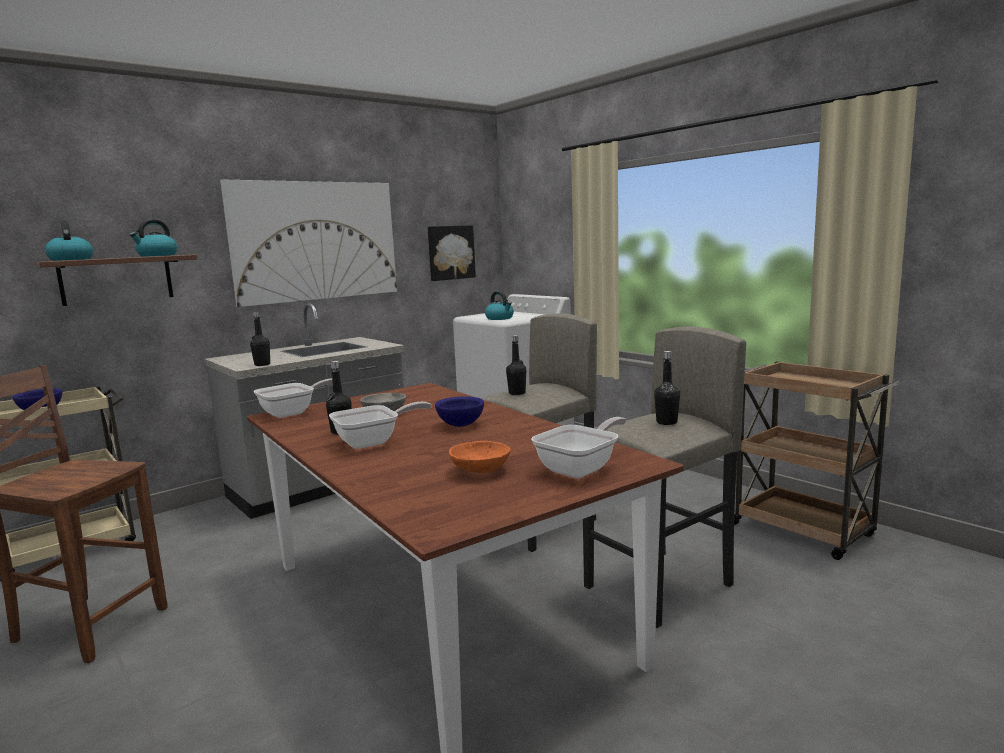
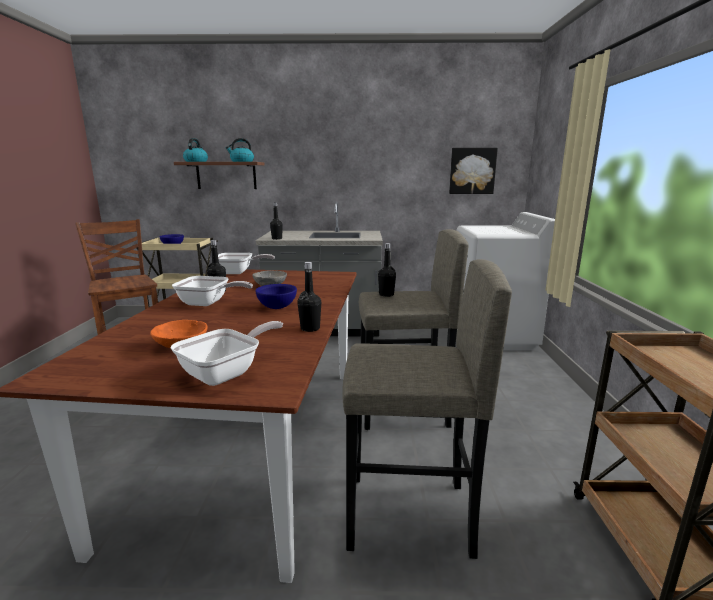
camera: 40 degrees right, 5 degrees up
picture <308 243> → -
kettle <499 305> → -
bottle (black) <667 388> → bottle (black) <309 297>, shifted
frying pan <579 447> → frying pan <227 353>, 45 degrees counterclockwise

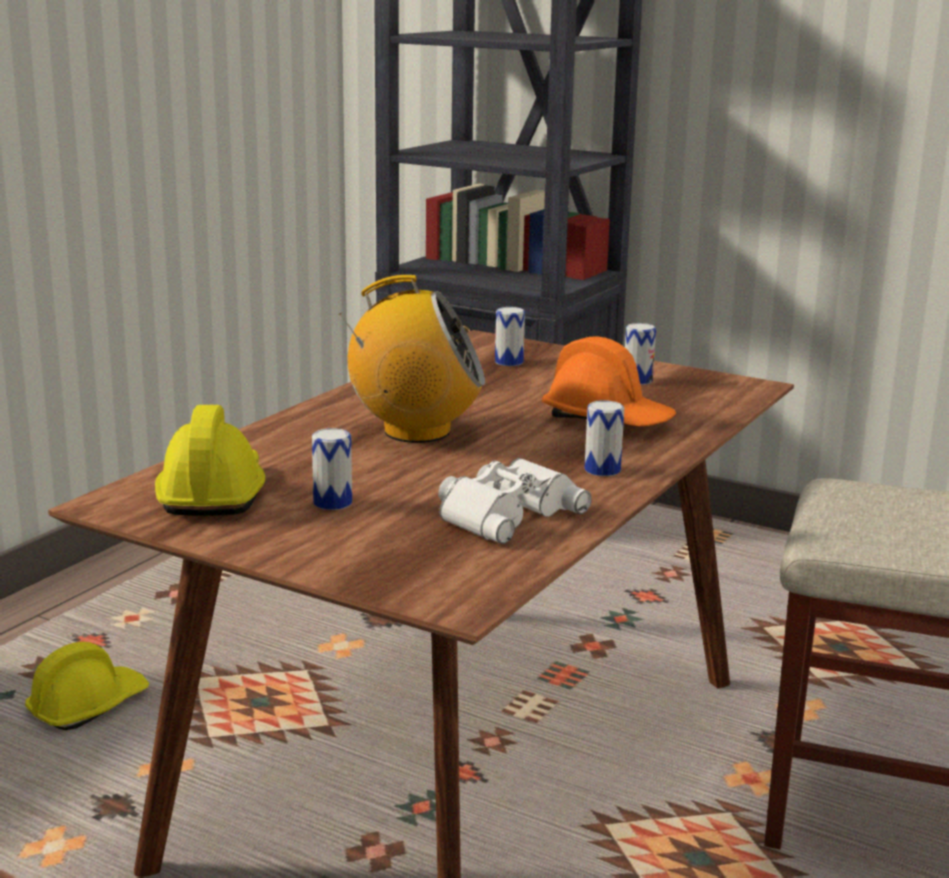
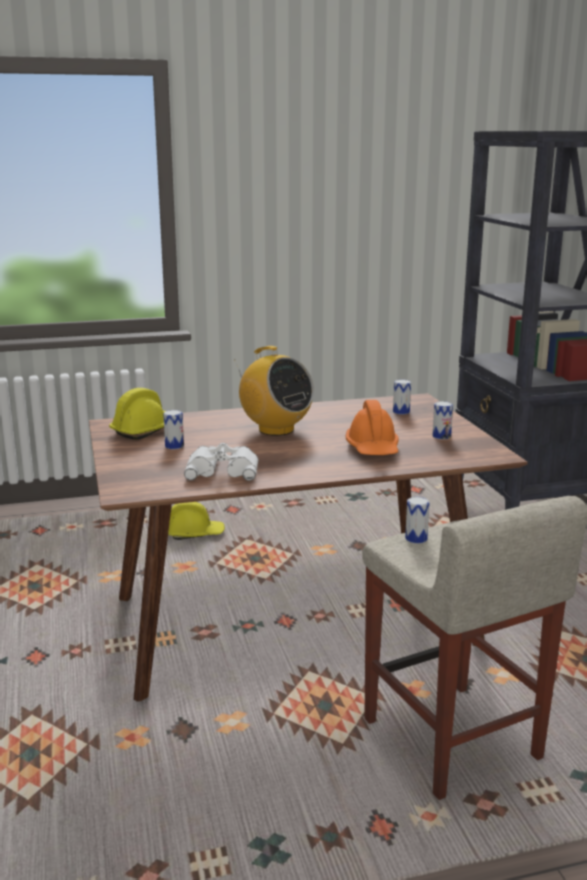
camera: 45 degrees right, 0 degrees up
can <604 438> → can <417 520>, shifted

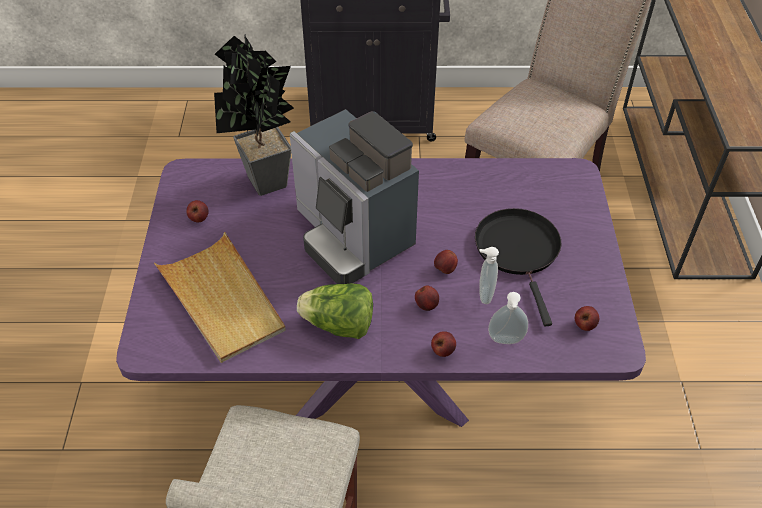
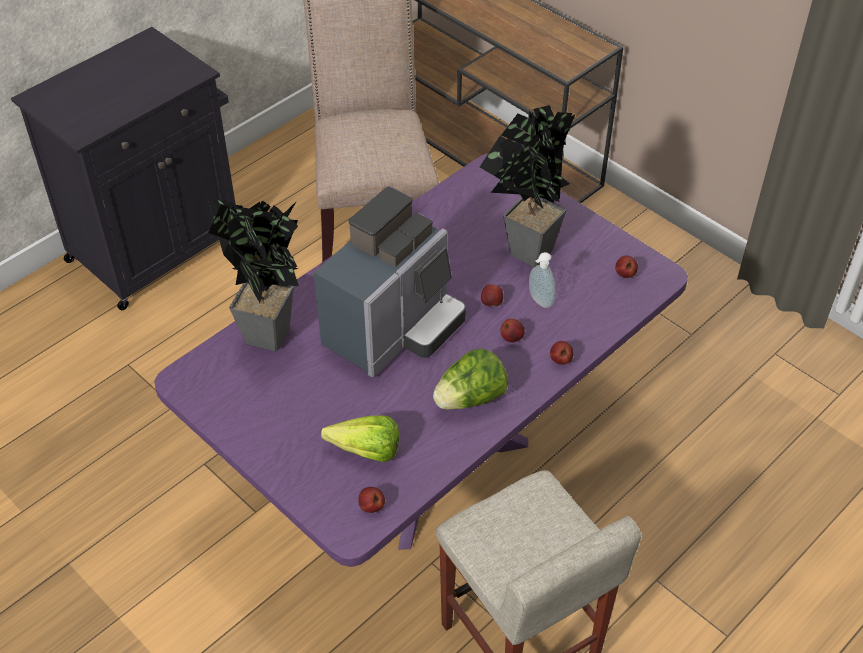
camera: 45 degrees left, 0 degrees up
soap dispenser <508 318> → -
apple <197 211> → apple <371 500>, shifted
tray (beige) <220 297> → lettuce <360 439>
frying pan (black) <518 267> → potted plant <528 186>
coffee machine <354 196> → coffee machine <390 281>, 60 degrees counterclockwise

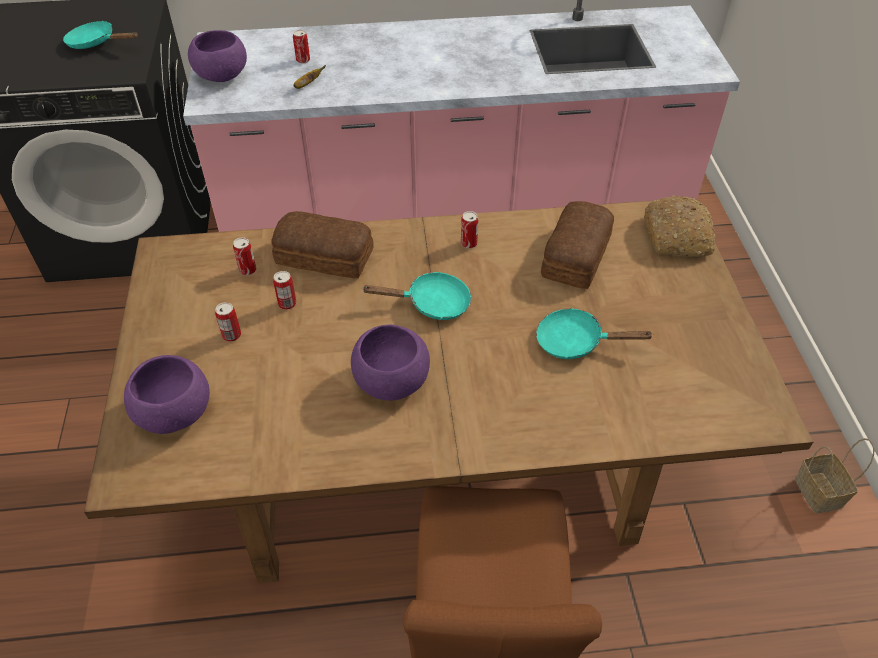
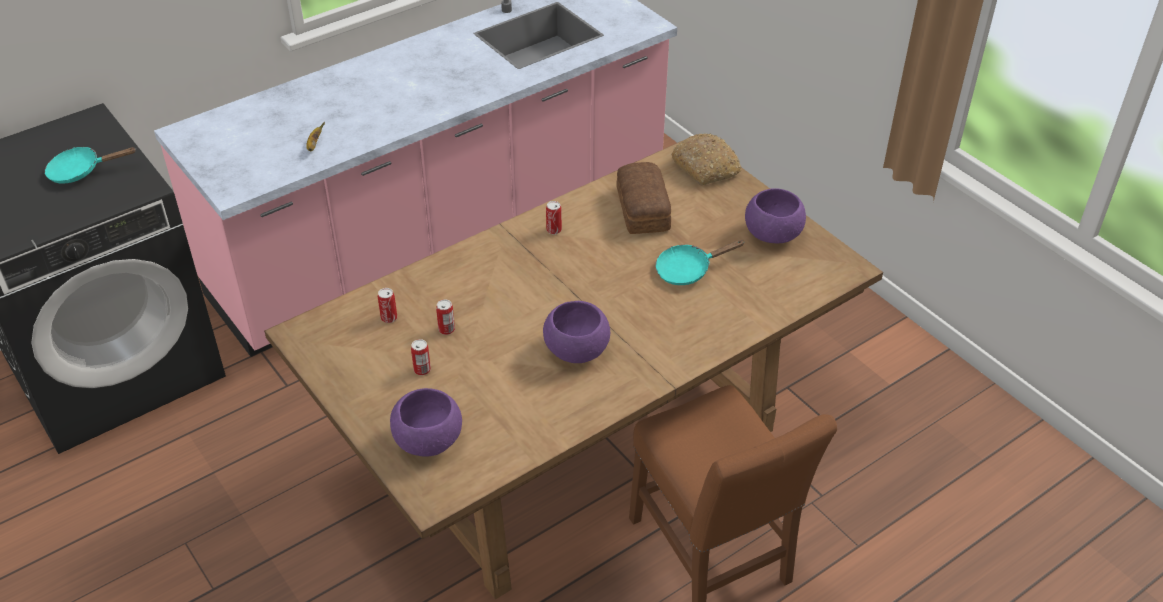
camera: 30 degrees left, 5 degrees down
bread <322 244> → -
can <301 46> → -
frying pan (turquoise) <416 296> → -
basket <834 475> → -
bowl (purple) <217 56> → bowl (purple) <775 216>, shifted

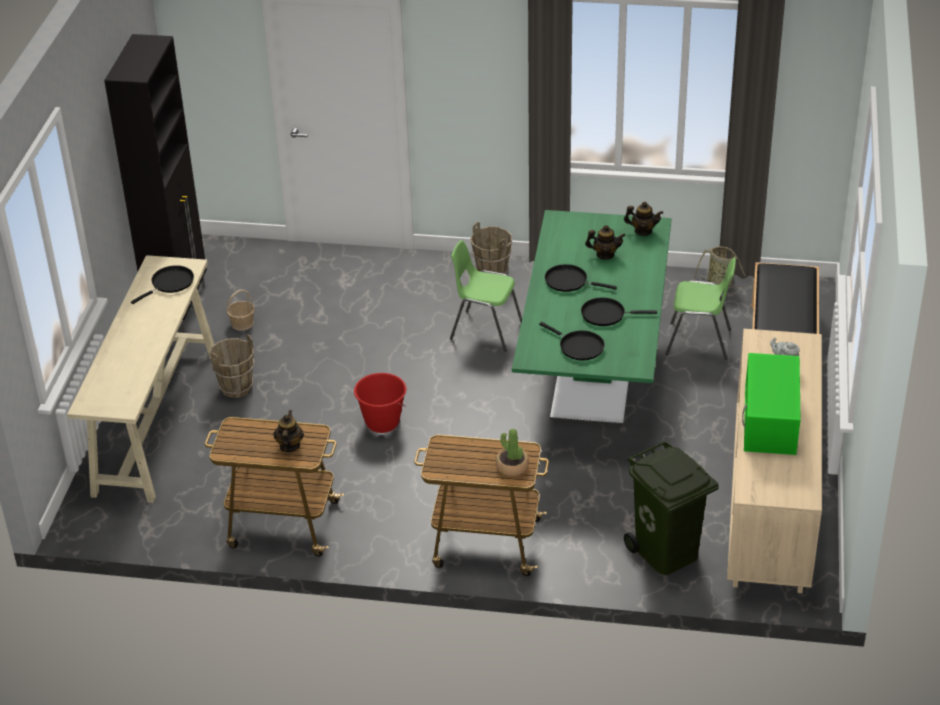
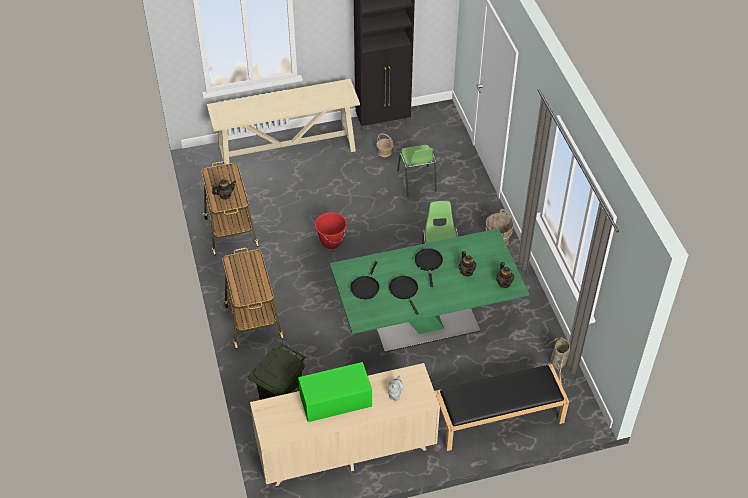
camera: 65 degrees right, 10 degrees up
frying pan (black) <162 284> → -
bucket (brown) <231 366> → -
potted plant <512 453> → -
chair (green) <700 309> → chair (green) <417 170>, shifted

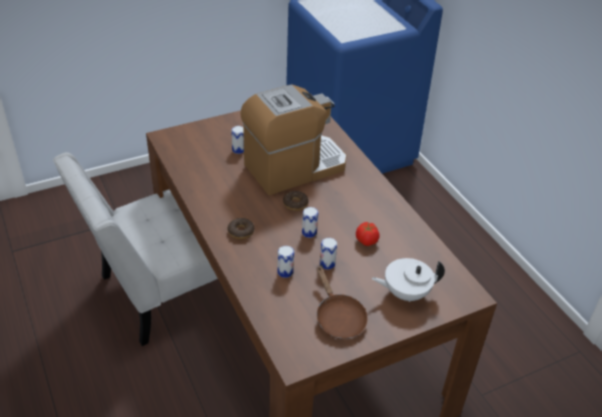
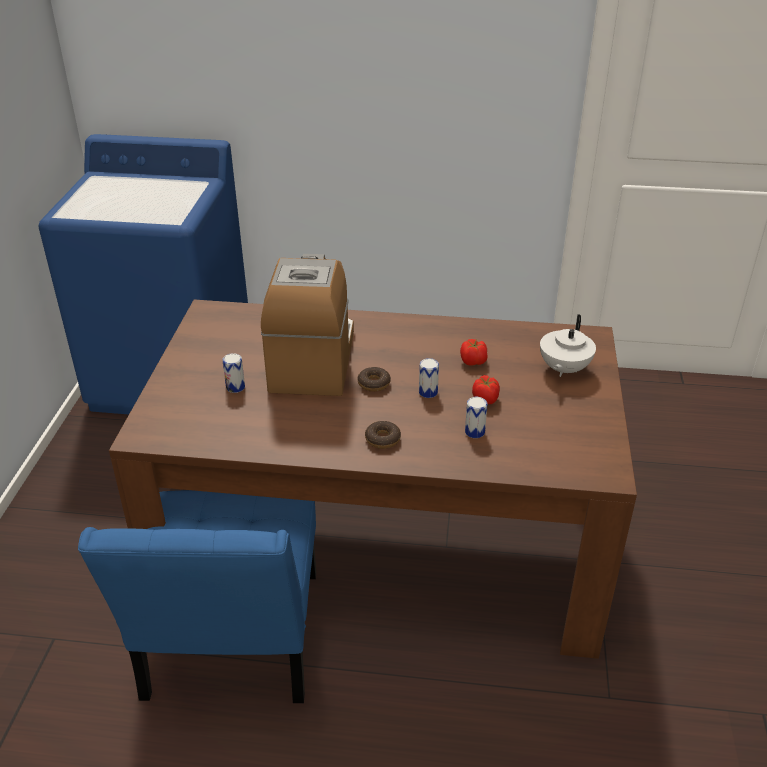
camera: 55 degrees left, 5 degrees down
frying pan (brown) <342 302> → -
can <328 254> → tomato <486 389>
chair (white) <135 249> → chair (blue) <197 596>

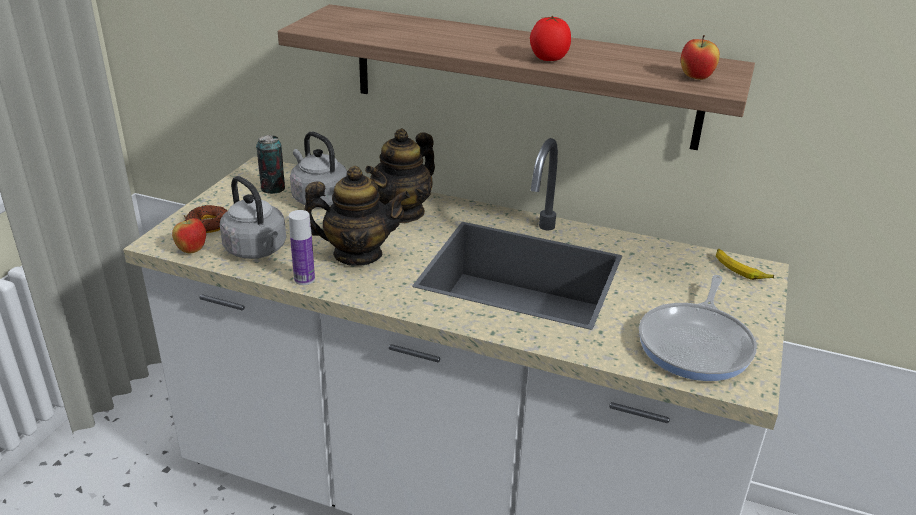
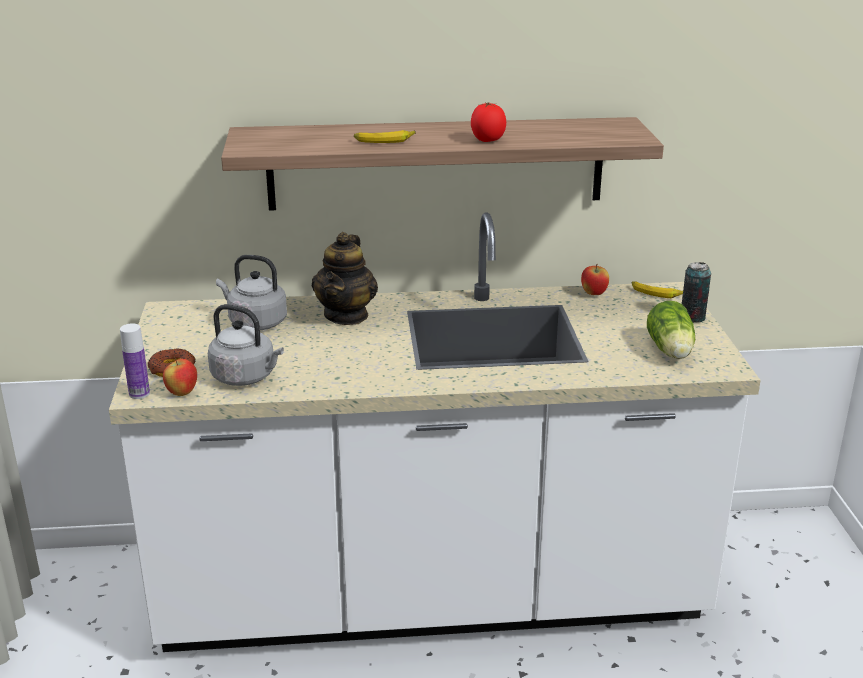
camera: 25 degrees left, 5 degrees down
teapot <357 216> → -
- → banana <385 136>
can <270 164> → can <696 292>, shifted
bottle <302 247> → bottle <135 361>, shifted
apple <700 57> → apple <595 279>, shifted
frying pan <698 328> → lettuce <671 330>

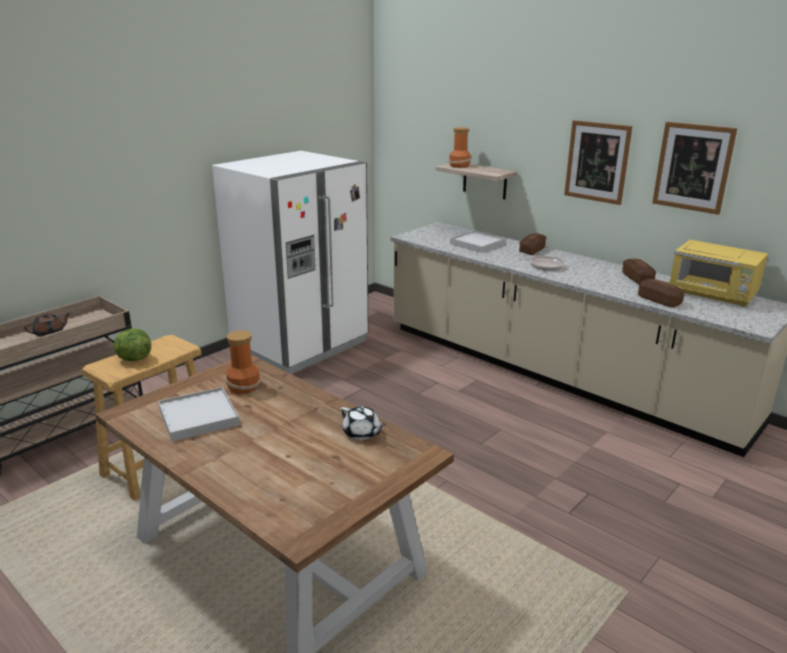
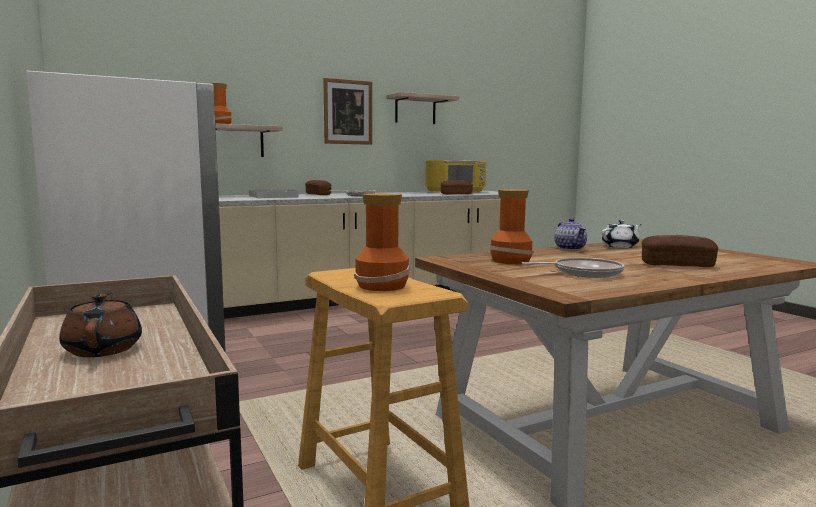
camera: 70 degrees left, 15 degrees down
- → teapot <571 234>
bread <639 271> → bread <680 251>, shifted
lettuce <132 344> → vase <382 242>
tray (white) <199 414> → frying pan <573 267>
picture <694 168> → shelf <423 108>

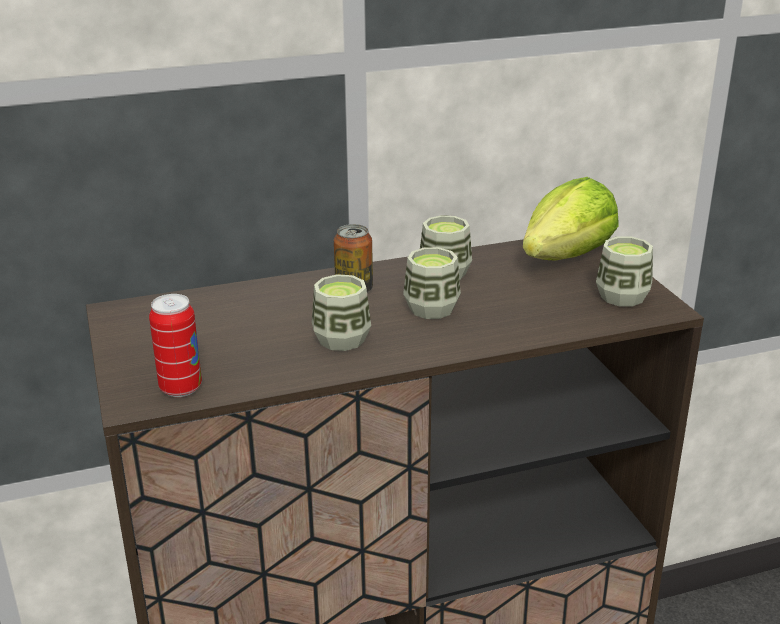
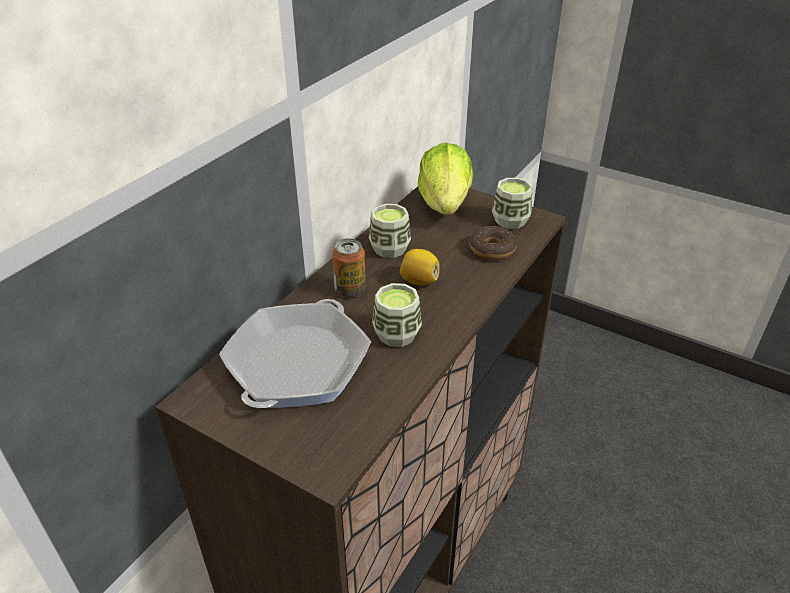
camera: 40 degrees left, 10 degrees up
can <175 345> → -
- → frying pan <295 353>
- → donut <493 243>
cup <432 283> → lemon <420 267>

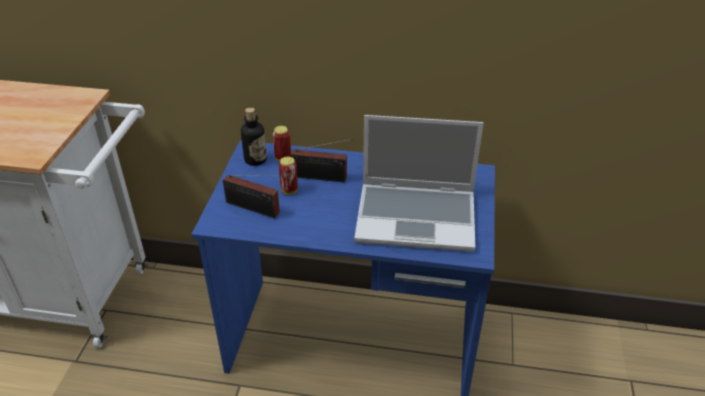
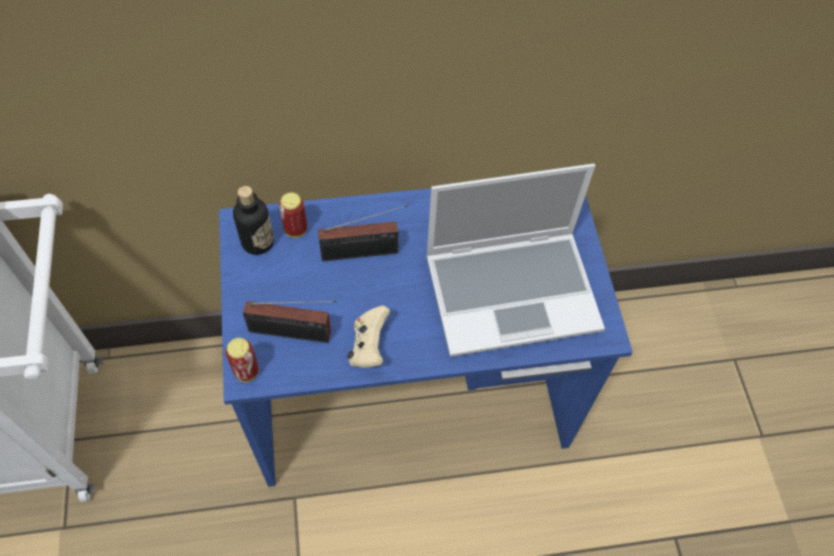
camera: 20 degrees left, 20 degrees up
- → game controller (beige) <368 337>
can <288 175> → can <242 360>, shifted

